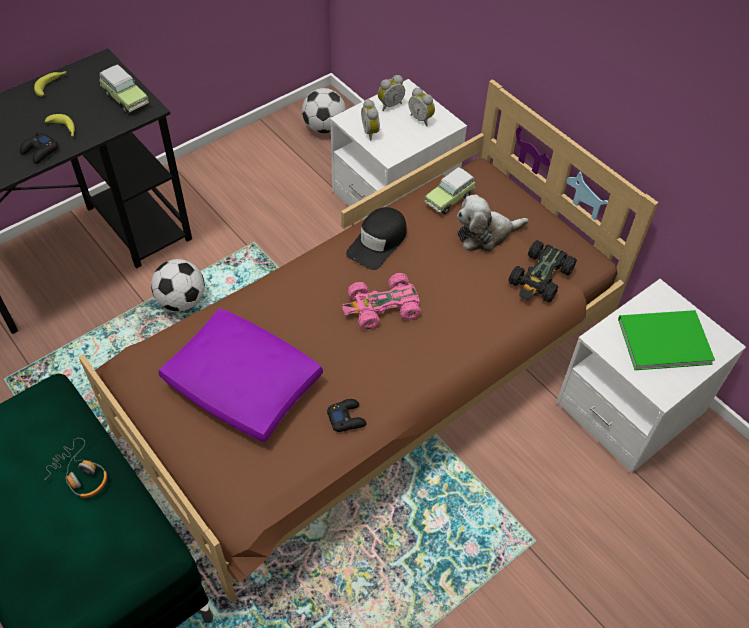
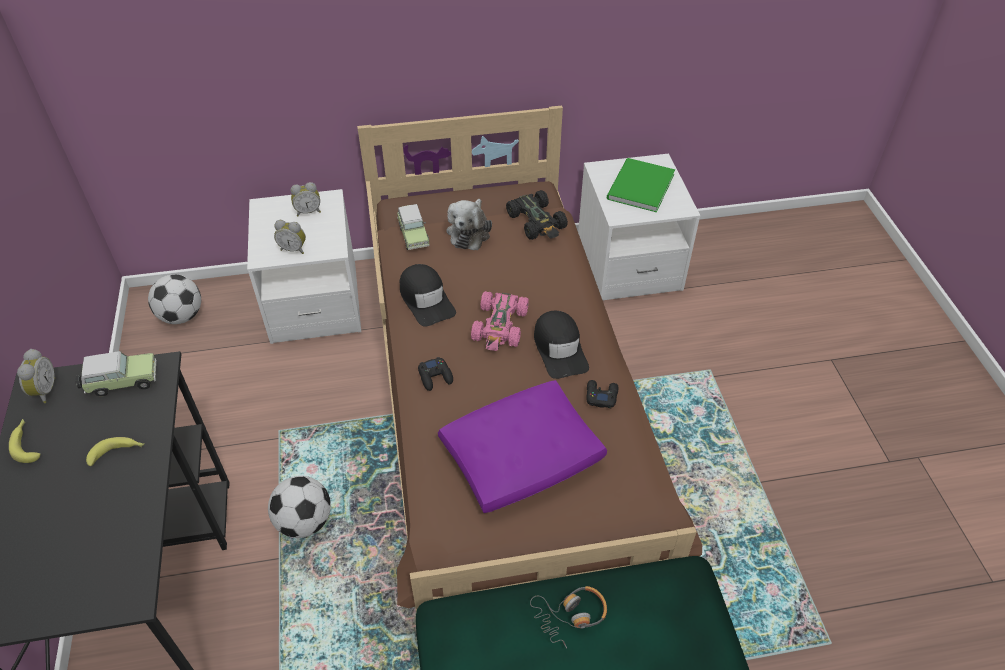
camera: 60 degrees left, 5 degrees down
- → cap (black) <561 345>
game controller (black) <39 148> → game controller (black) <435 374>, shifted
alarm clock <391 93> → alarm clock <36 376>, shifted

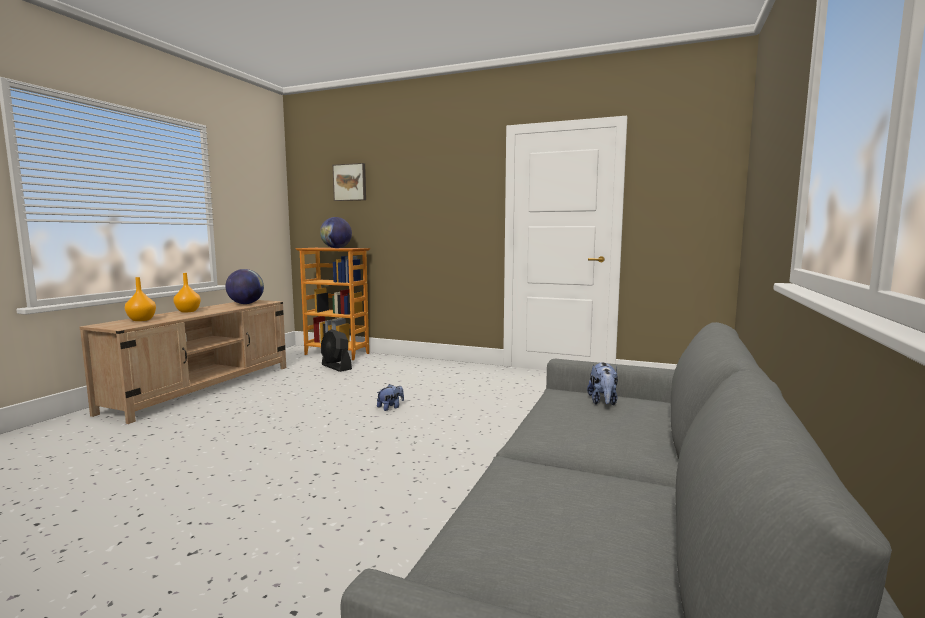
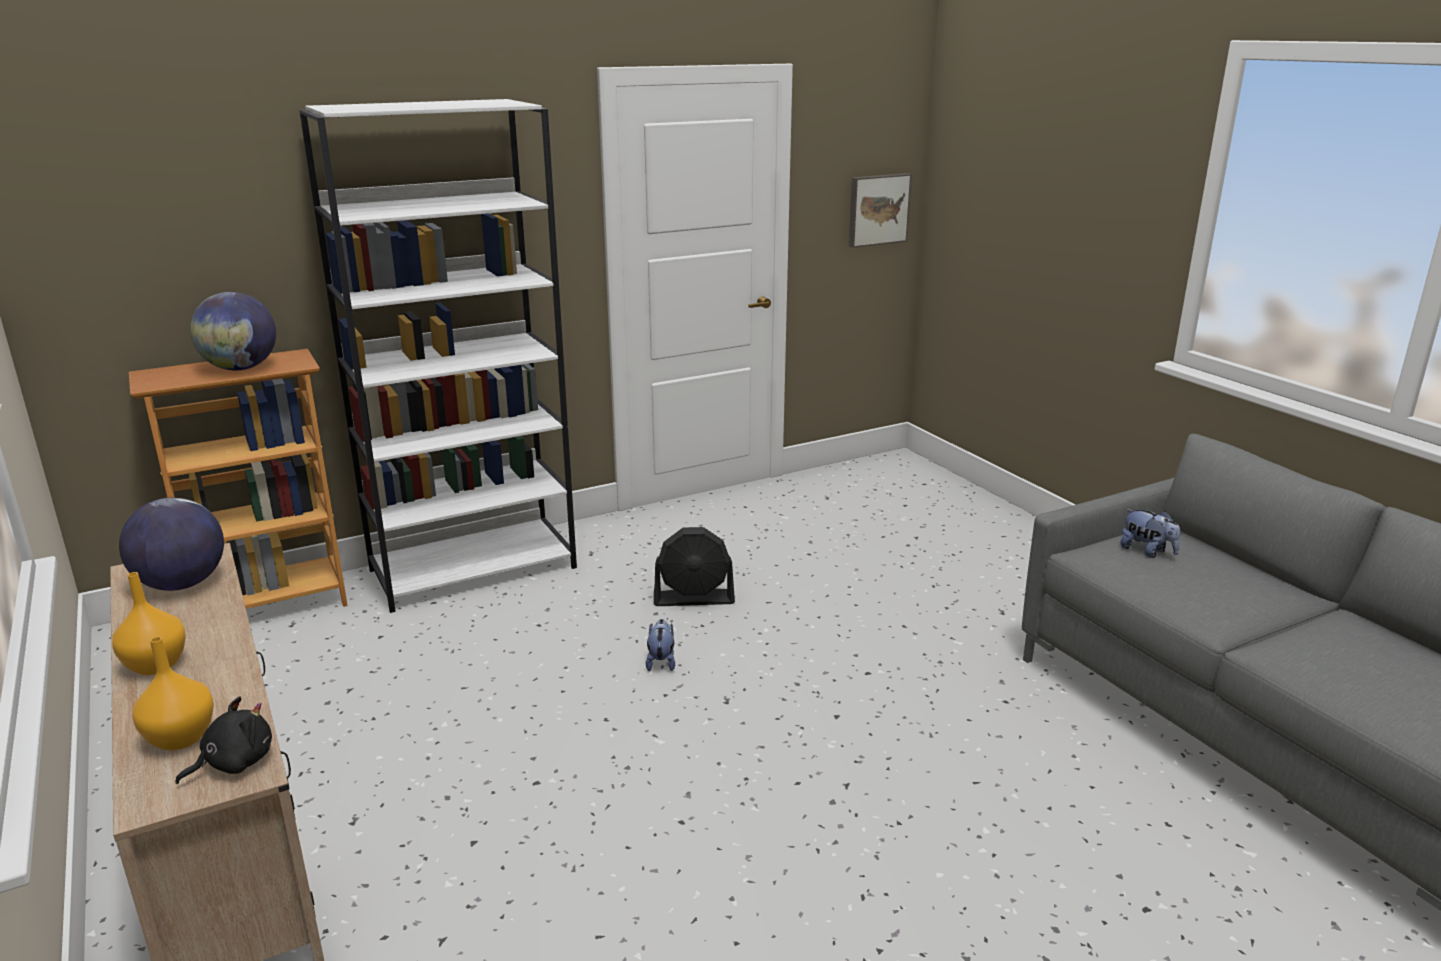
camera: 50 degrees left, 15 degrees up
- → plush toy (black) <223 740>
- → bookcase (white) <438 356>
fan (black) <336 350> → fan (black) <694 566>, shifted
picture <349 182> → picture <880 210>, shifted

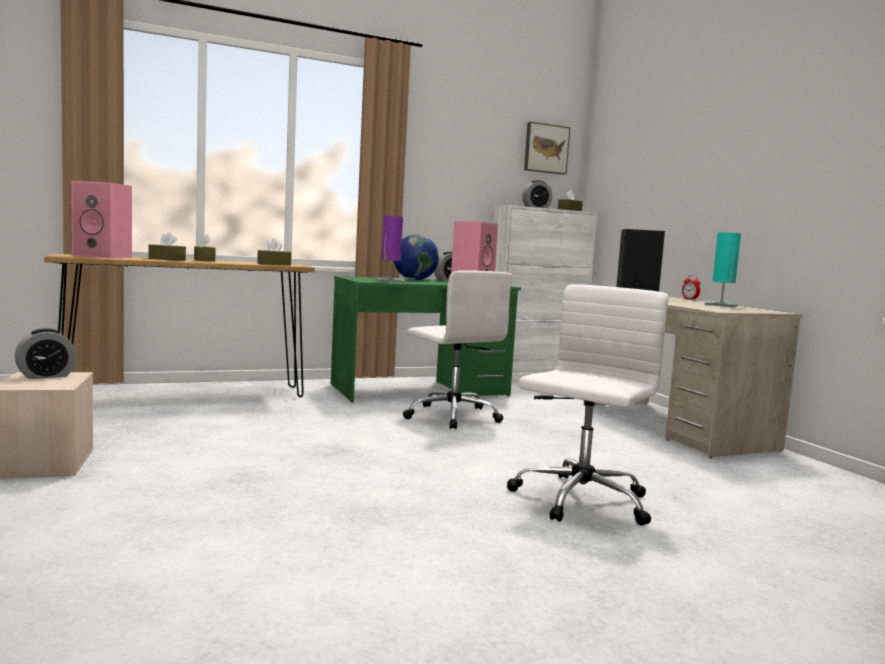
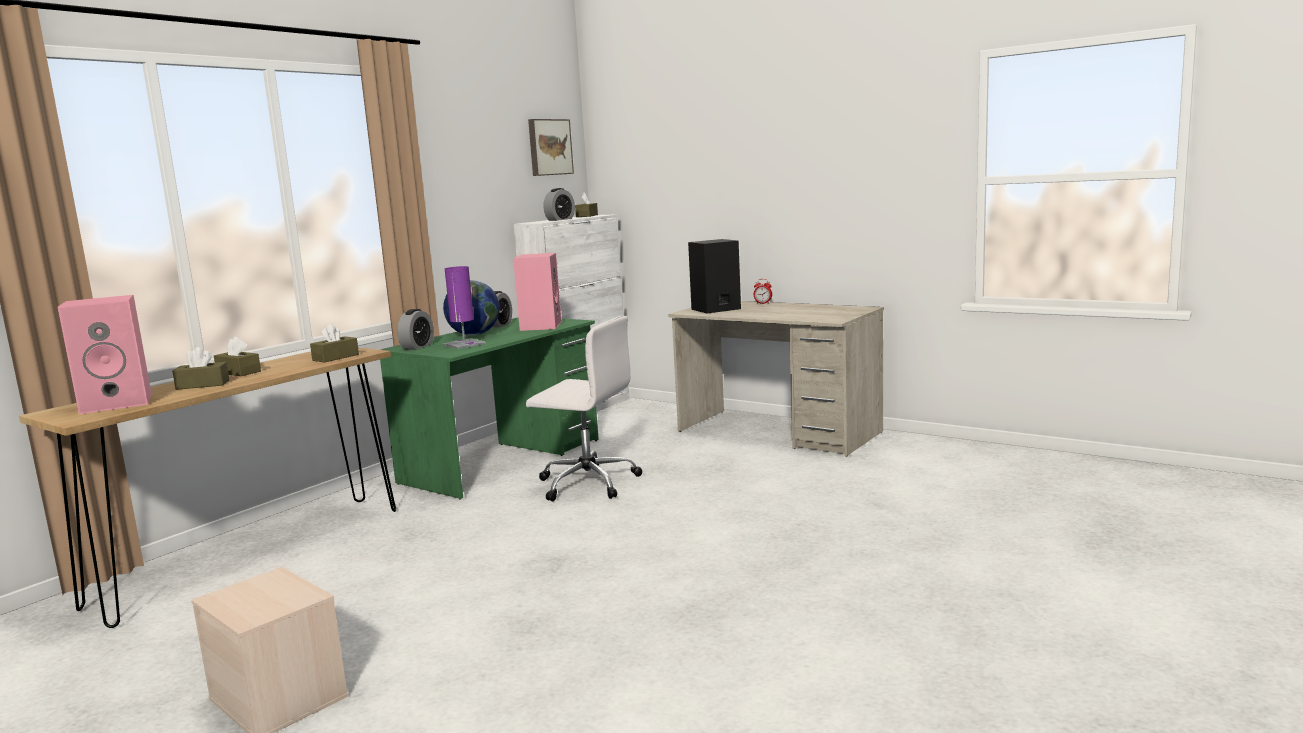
camera: 30 degrees left, 5 degrees up
office chair (white) <588 405> → -
table lamp (turquoise) <723 269> → -
alarm clock <46 353> → alarm clock <415 329>, shifted

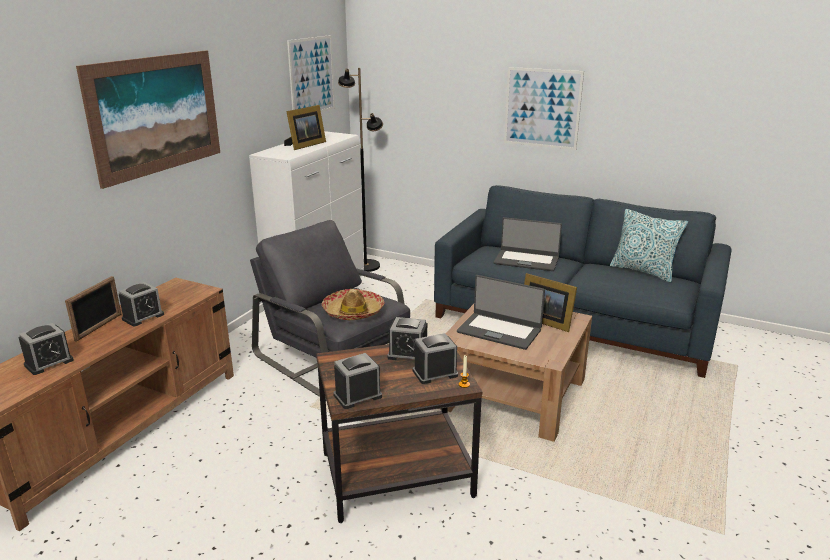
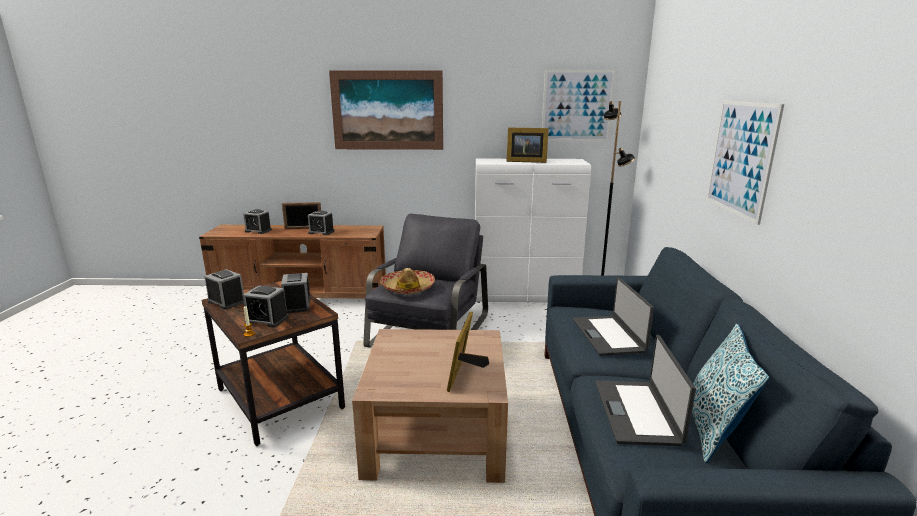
camera: 65 degrees right, 5 degrees down
laptop <501 312> → laptop <645 390>, shifted
alarm clock <435 358> → alarm clock <266 307>, 150 degrees clockwise

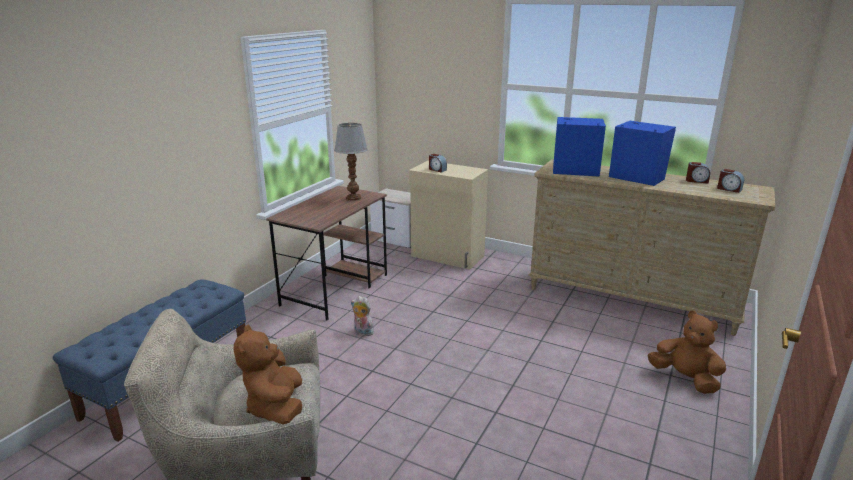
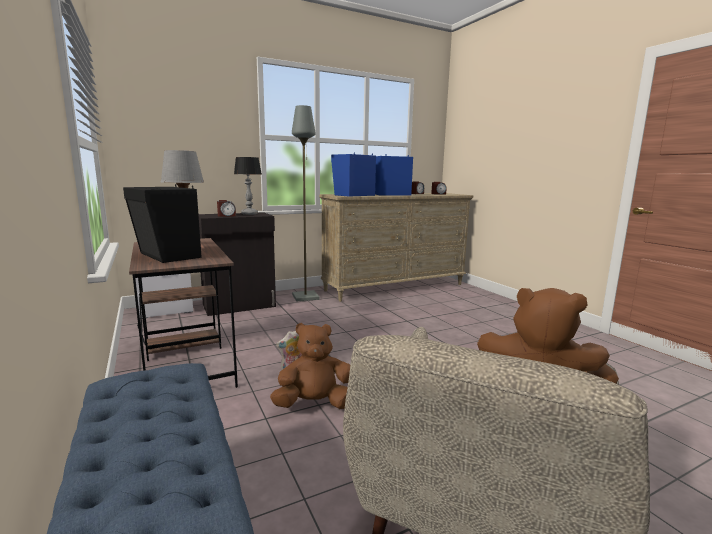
camera: 55 degrees left, 10 degrees down
- → speaker (black) <162 223>
- → table lamp <248 186>
- → floor lamp (grey) <305 203>
plush toy (brown) <687 352> → plush toy (brown) <310 366>, shifted
cabinet (beige) <448 215> → cabinet (black) <237 264>

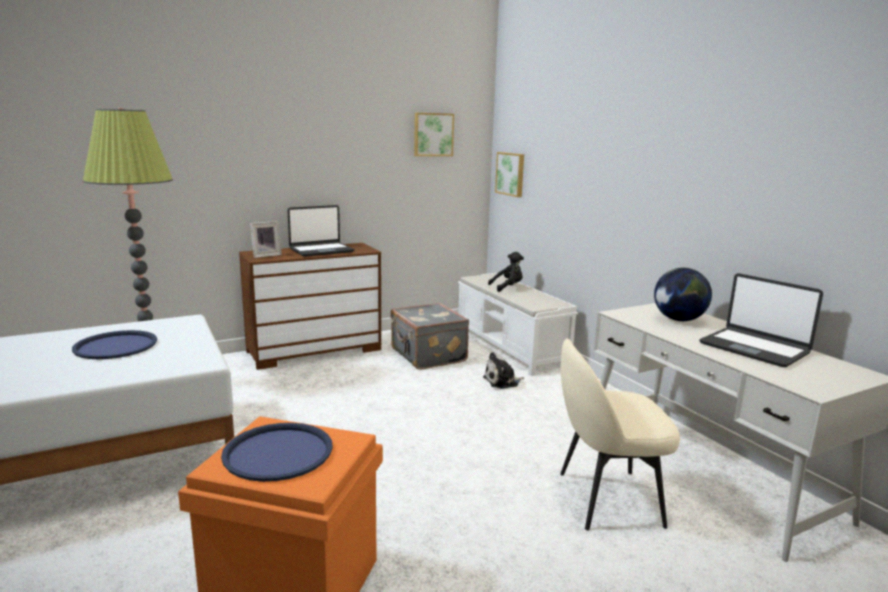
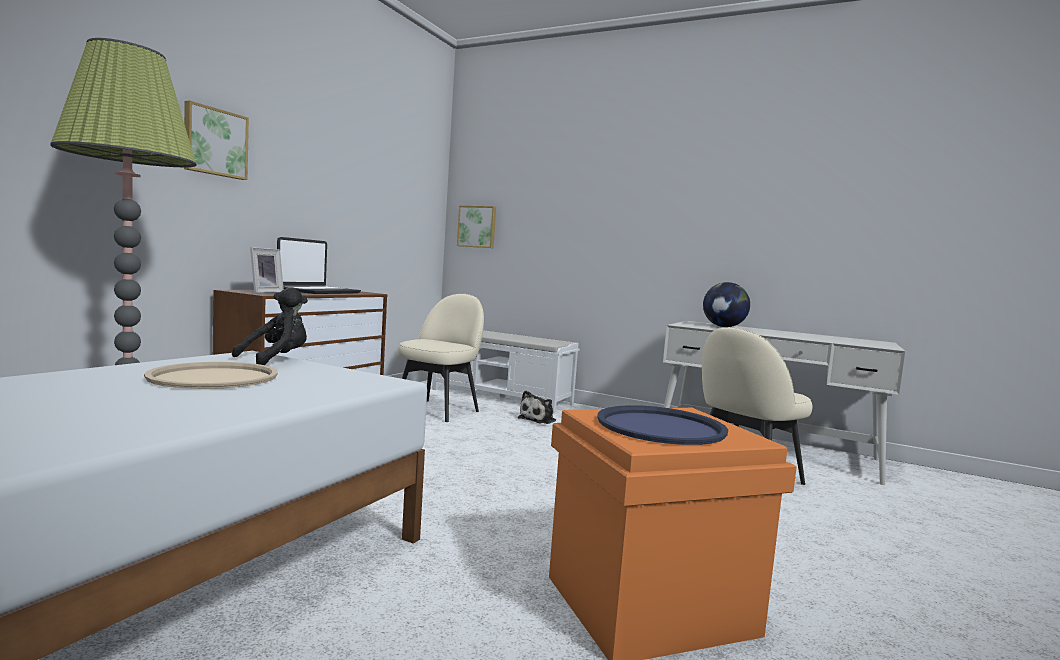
camera: 35 degrees left, 10 degrees down
laptop <761 320> → -
picture <434 134> → picture <216 140>, shifted
plush toy (black) <506 272> → plush toy (black) <270 326>, shifted
suitcase (grey) <430 336> → chair (beige) <441 358>
tray (blue) <114 344> → tray (beige) <211 375>

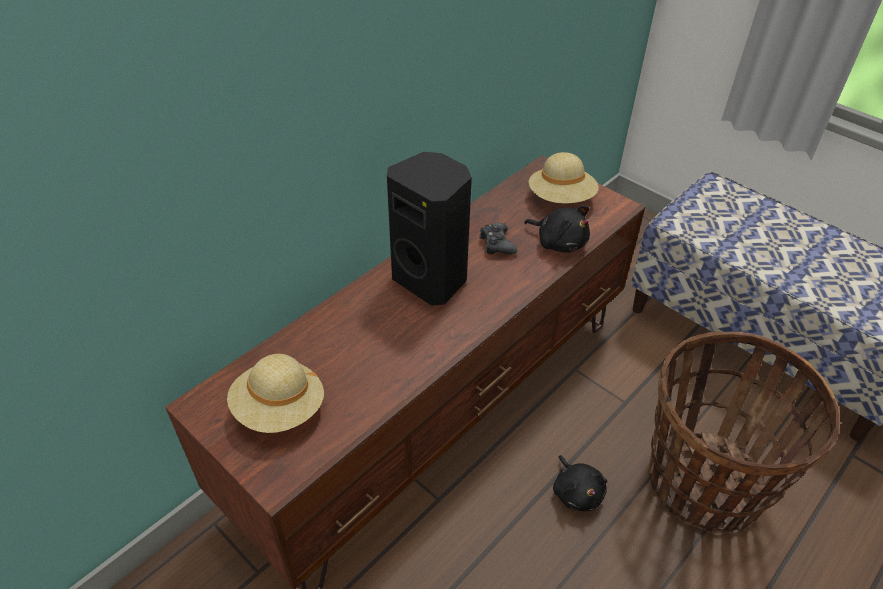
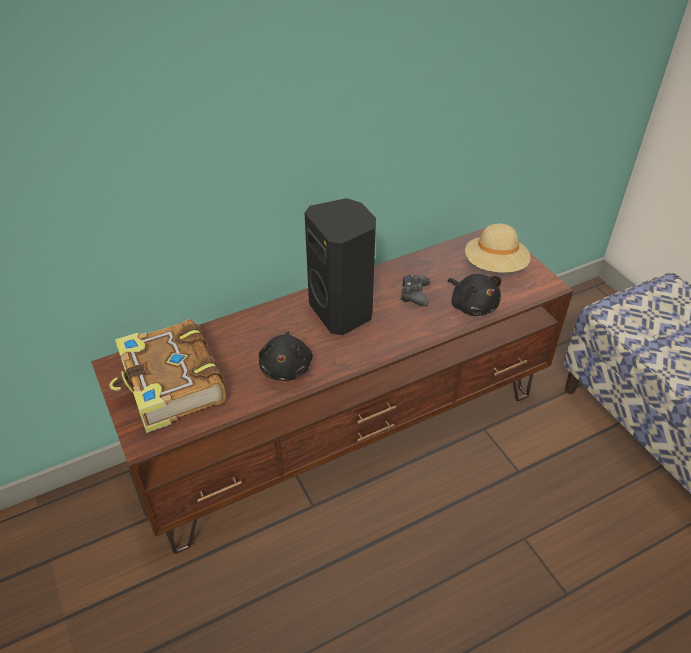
camera: 20 degrees right, 0 degrees up
basket <744 432> → -
plush toy (black) <580 483> → plush toy (black) <286 356>, shifted
hat (beige) <275 393> → book <167 376>

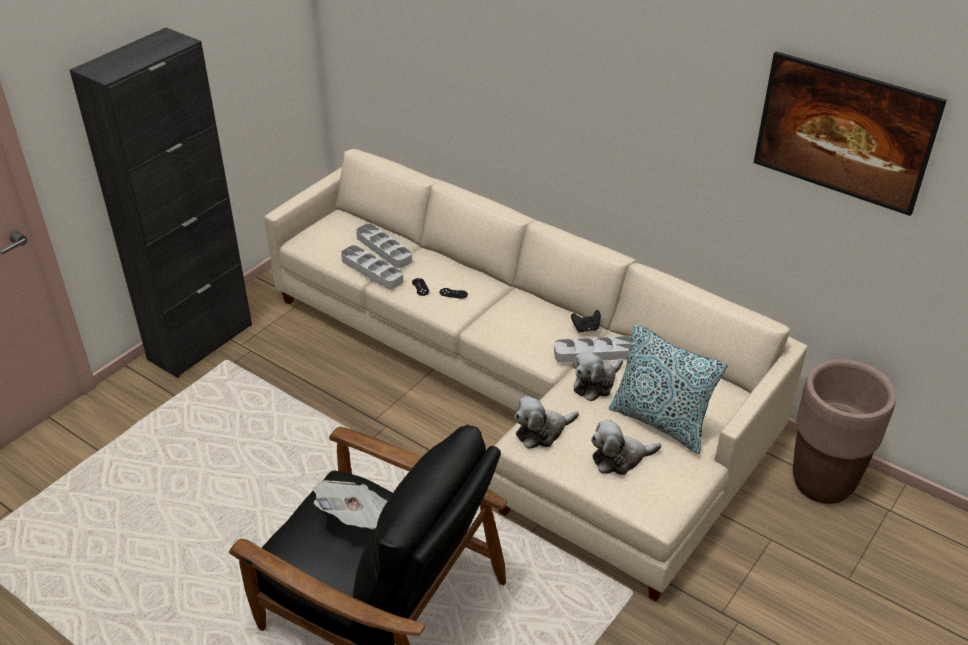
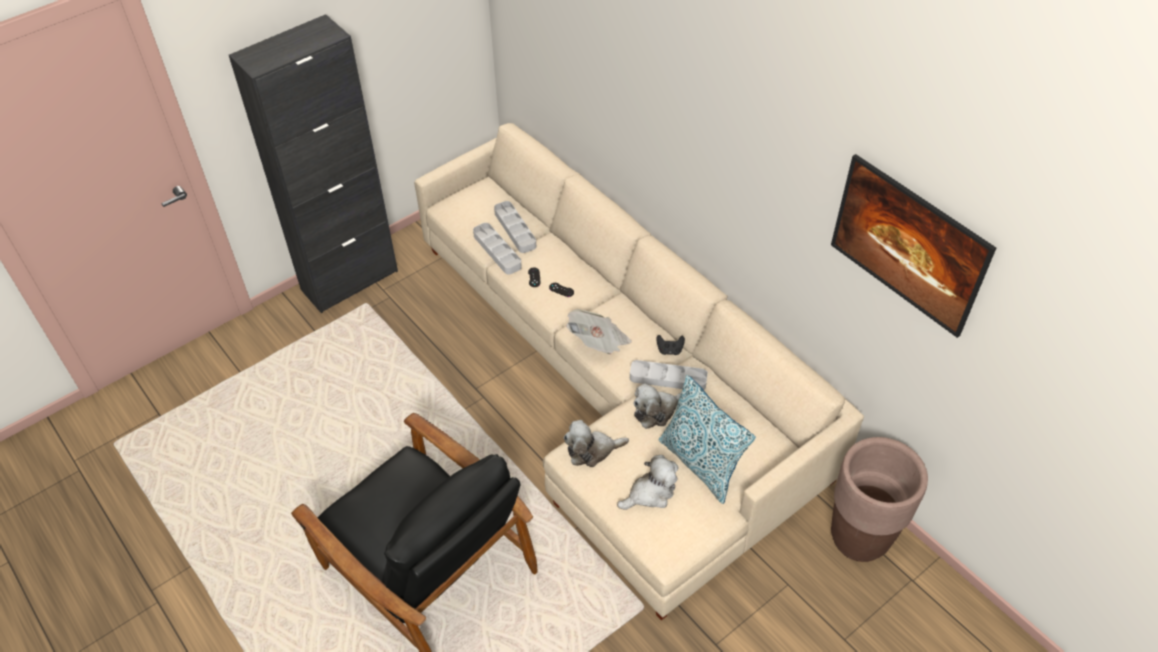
camera: 15 degrees right, 10 degrees up
newspaper <350 504> → newspaper <599 331>, shifted
plush toy <626 447> → plush toy <647 482>, 150 degrees clockwise

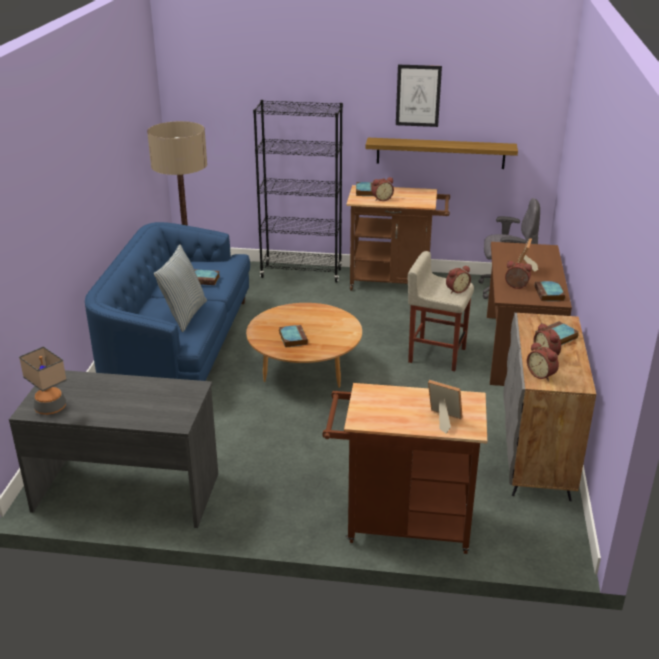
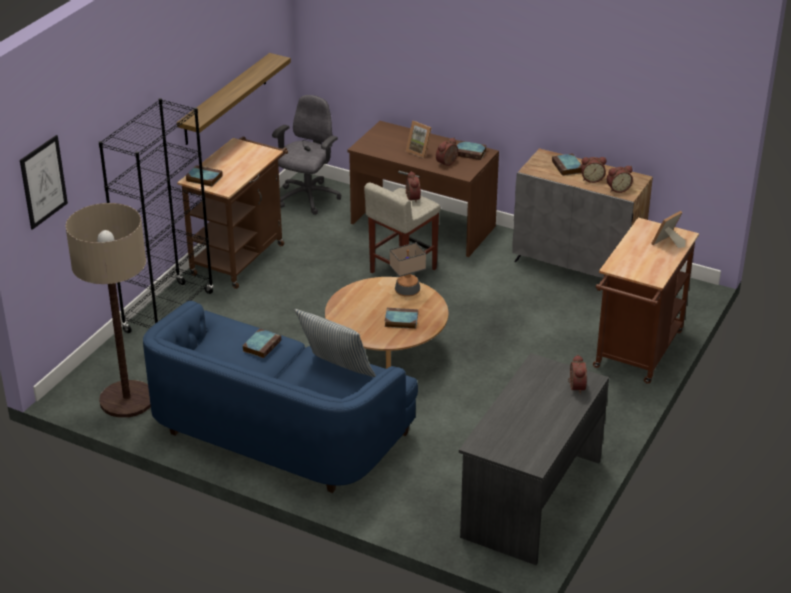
camera: 70 degrees left, 5 degrees up
table lamp <43 380> → table lamp <408 269>, shifted
alarm clock <383 189> → alarm clock <577 374>, shifted
picture <419 96> → picture <44 182>, shifted

